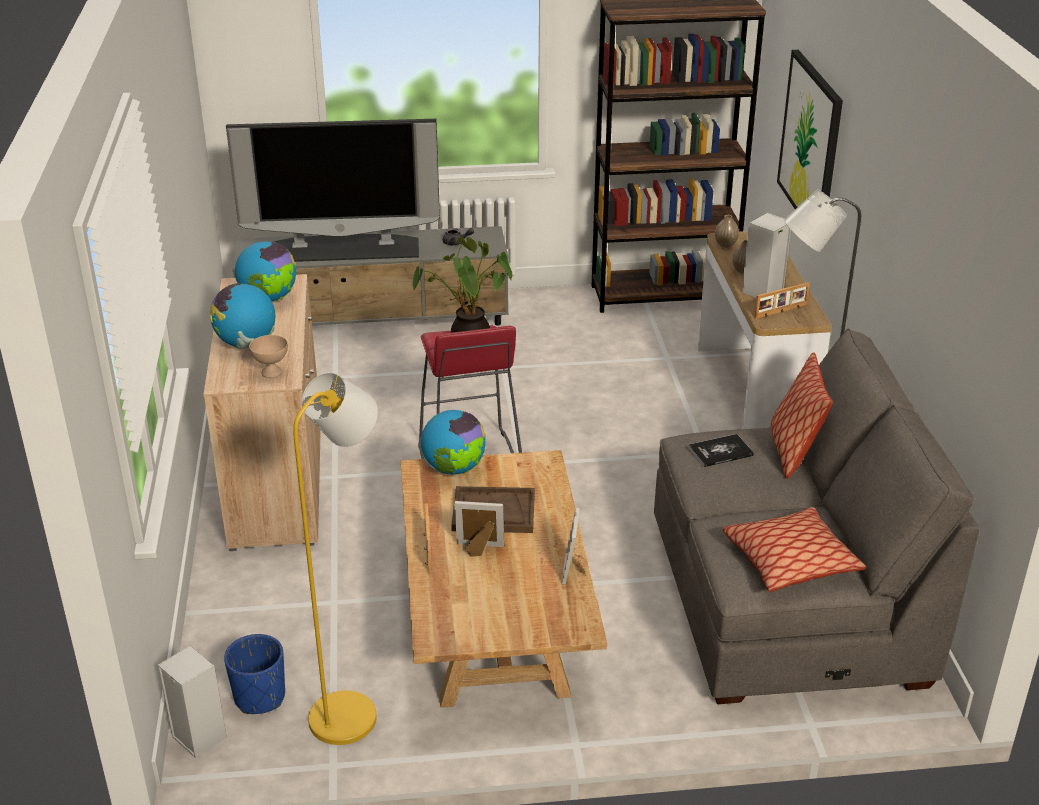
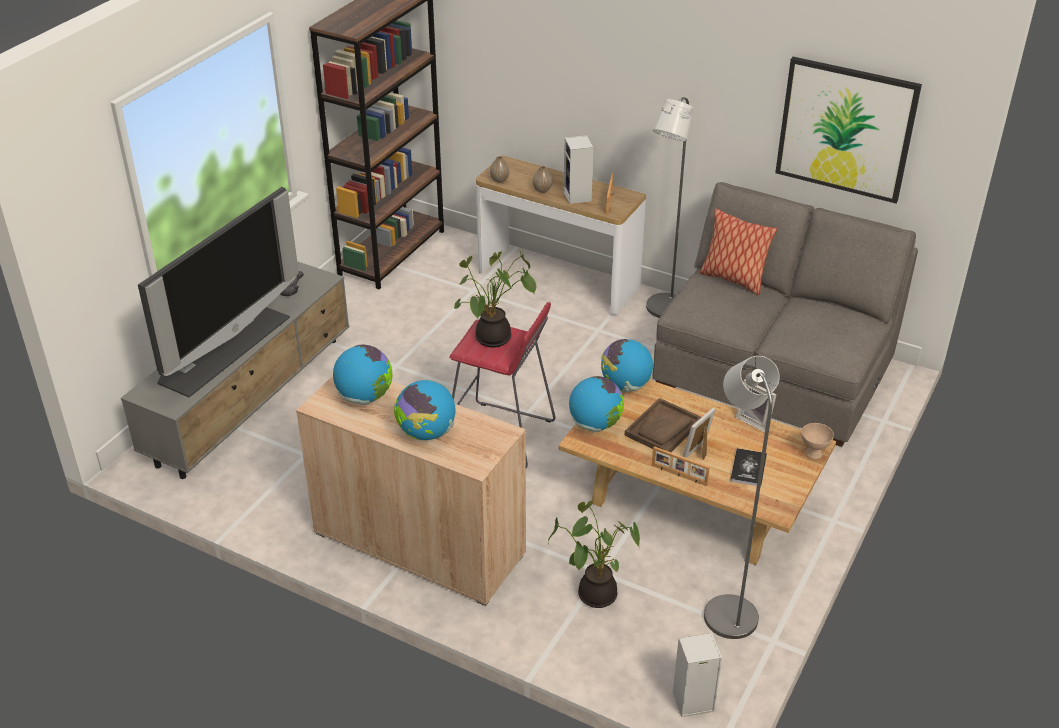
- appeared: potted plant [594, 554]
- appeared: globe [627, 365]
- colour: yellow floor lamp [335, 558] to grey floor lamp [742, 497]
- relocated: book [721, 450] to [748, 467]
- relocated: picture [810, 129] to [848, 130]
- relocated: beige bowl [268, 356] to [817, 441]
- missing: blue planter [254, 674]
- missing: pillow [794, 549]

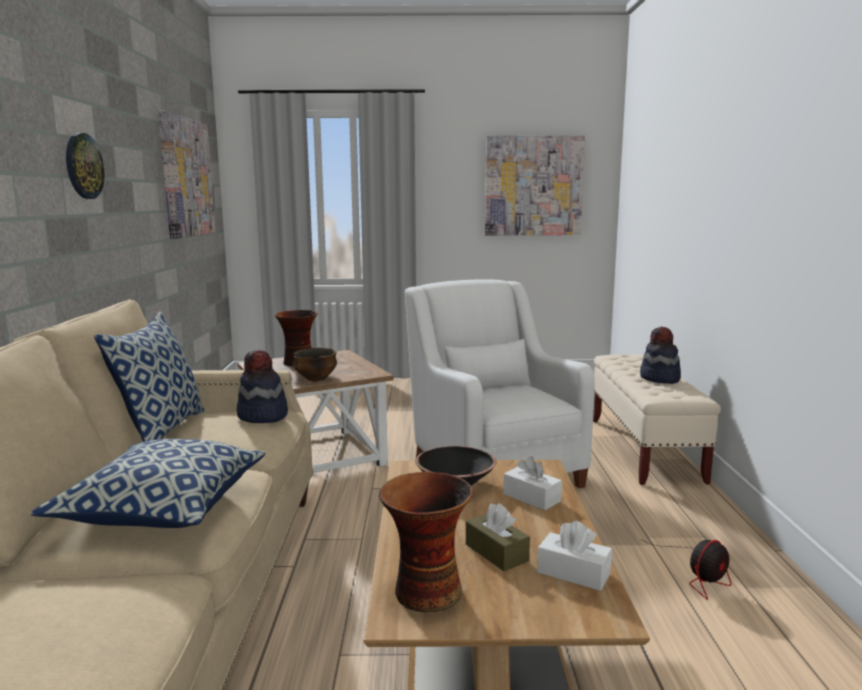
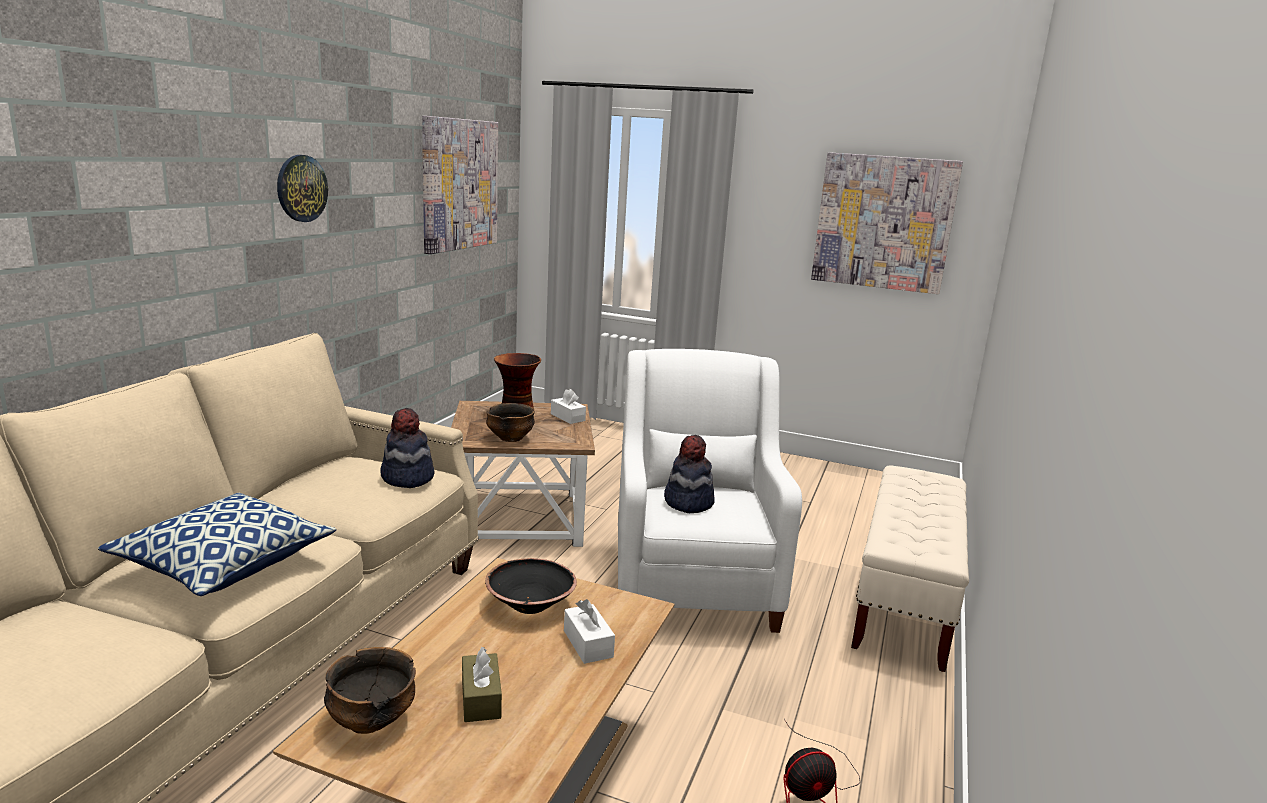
- exchanged: vase [426, 542] to bowl [370, 690]
- relocated: white tissue box [574, 556] to [568, 406]
- relocated: hat [660, 355] to [689, 474]
- missing: pillow [149, 377]

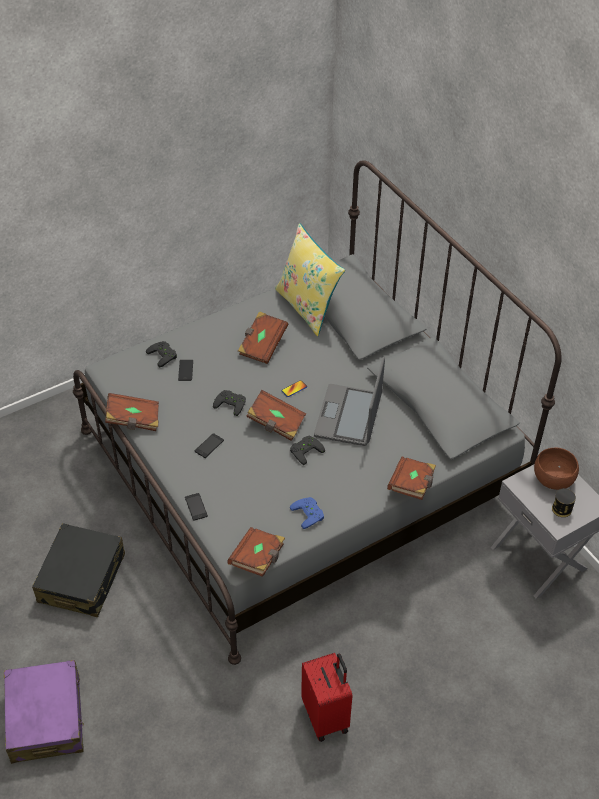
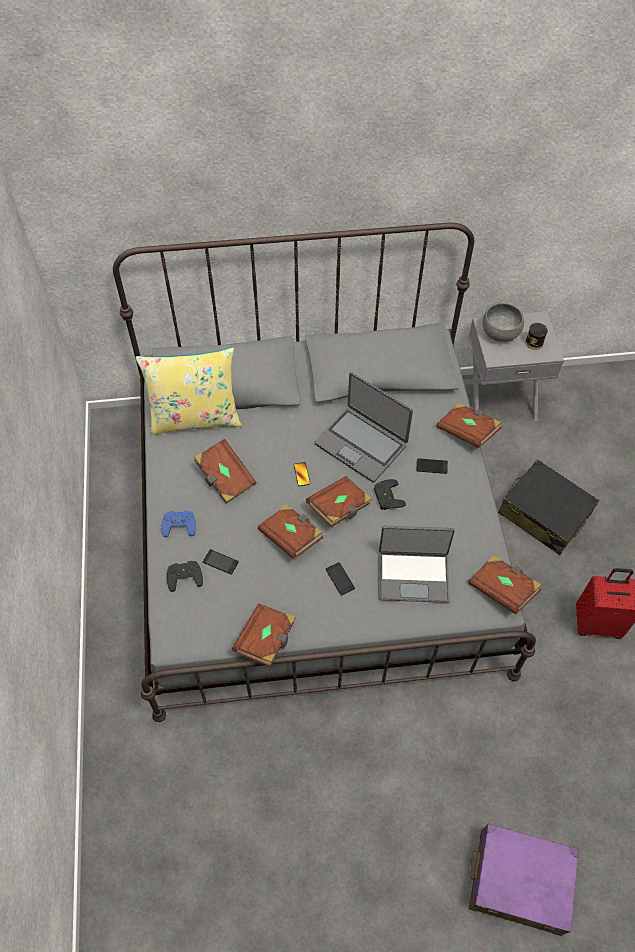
- relocated: blue game controller [307, 513] to [178, 524]
- exchanged: black game controller [229, 403] to brown book [290, 531]
- appeared: laptop [417, 564]
- relocated: phone [196, 507] to [432, 466]
- colour: brown bowl [556, 469] to grey bowl [503, 322]
- relocated: black suitcase [78, 570] to [549, 507]

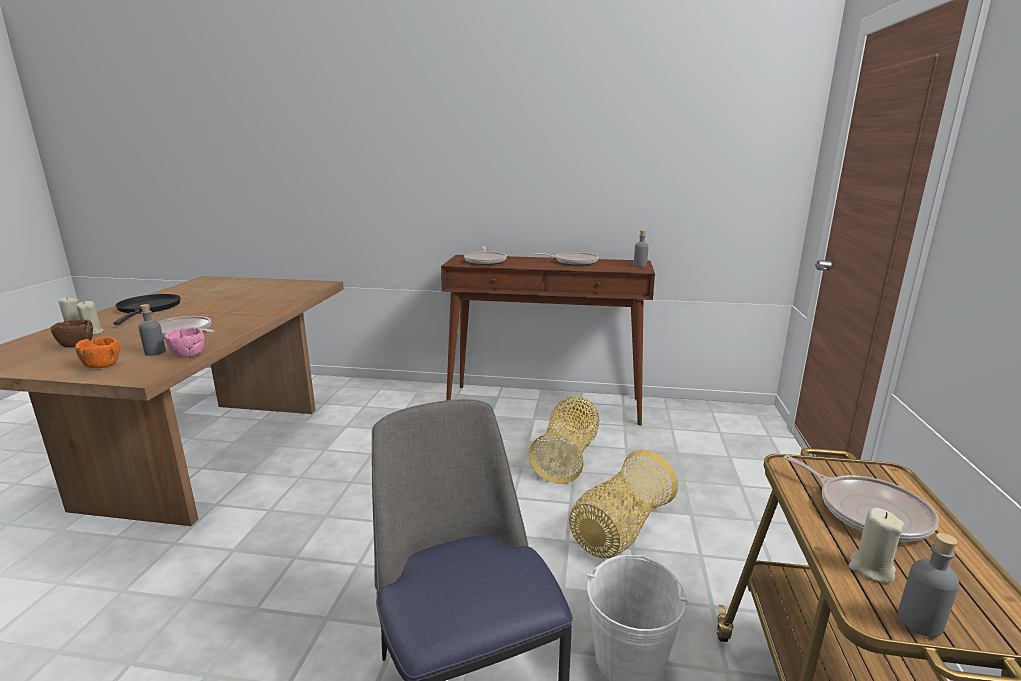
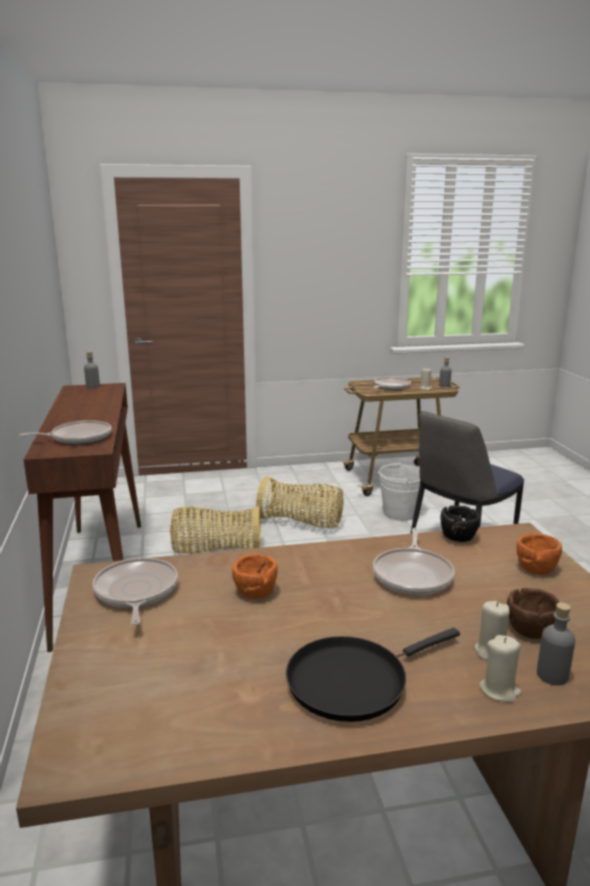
- relocated: frying pan [566, 259] to [135, 591]
- appeared: orange bowl [255, 576]
- colour: pink bowl [185, 342] to black bowl [460, 523]
- relocated: grey bottle [152, 330] to [556, 643]

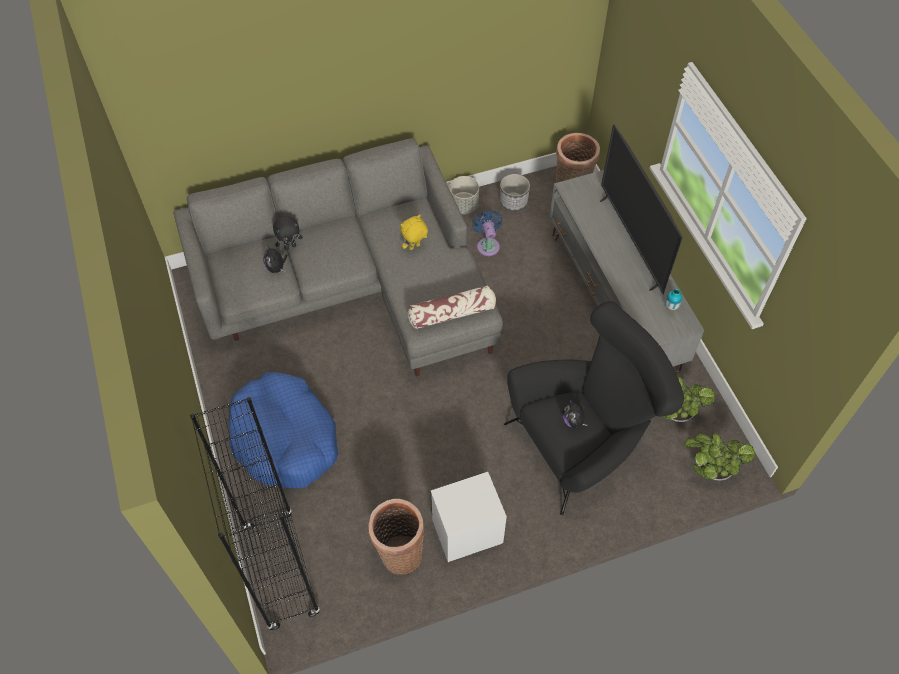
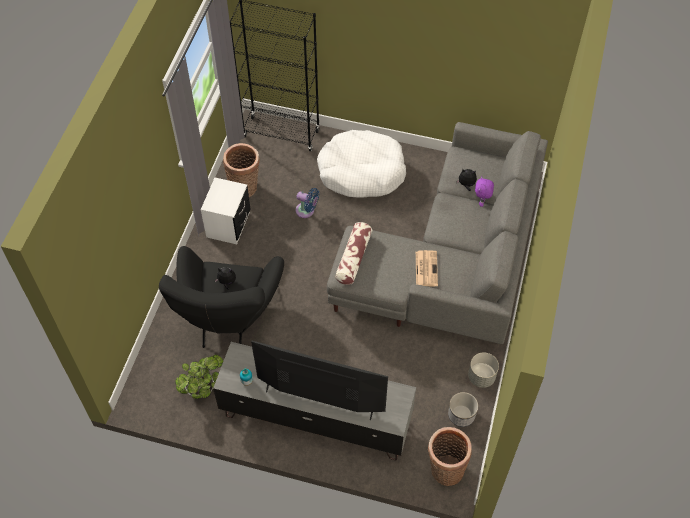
- relocated: blue fan [487, 233] to [307, 203]
- colour: blue dog bed [283, 430] to white dog bed [361, 164]
- exchanged: yellow plush toy [414, 232] to newspaper [427, 268]
- colour: black plush toy [288, 233] to purple plush toy [484, 191]
- missing: potted plant [719, 456]

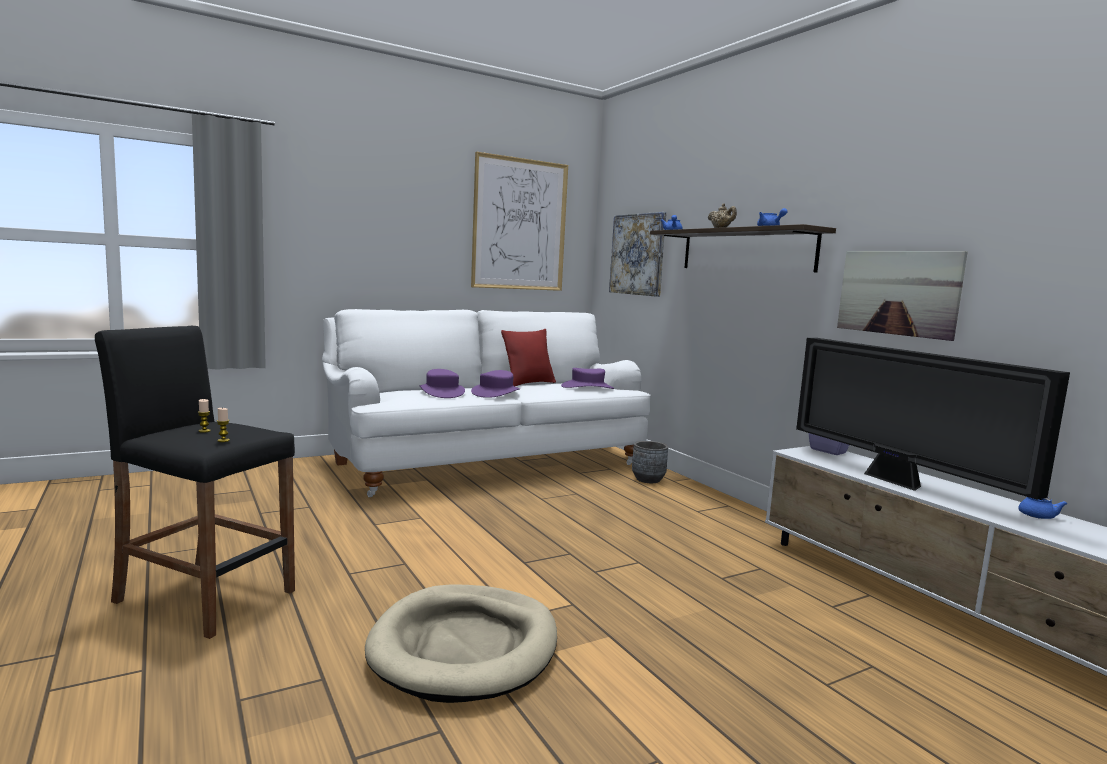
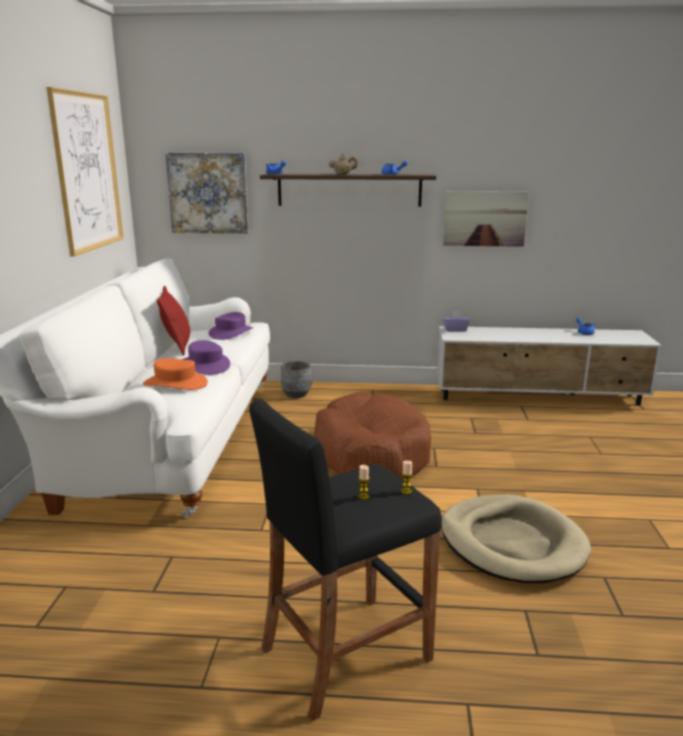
- colour: purple hat [442, 383] to orange hat [175, 374]
- appeared: brown dog bed [372, 436]
- missing: television [933, 419]

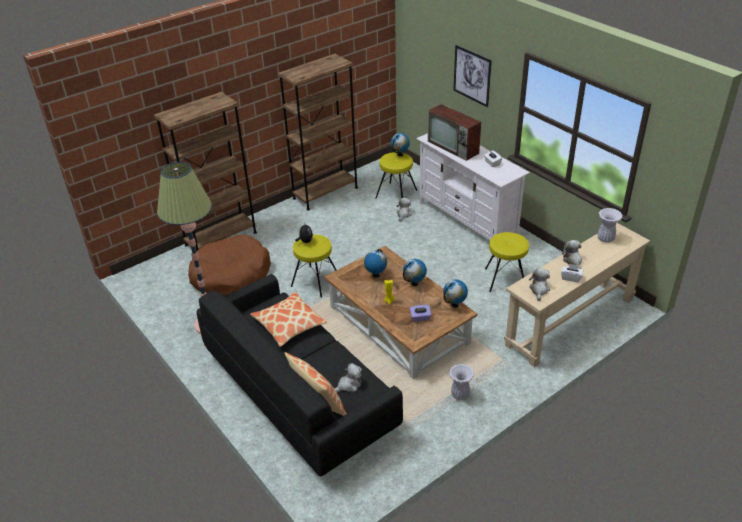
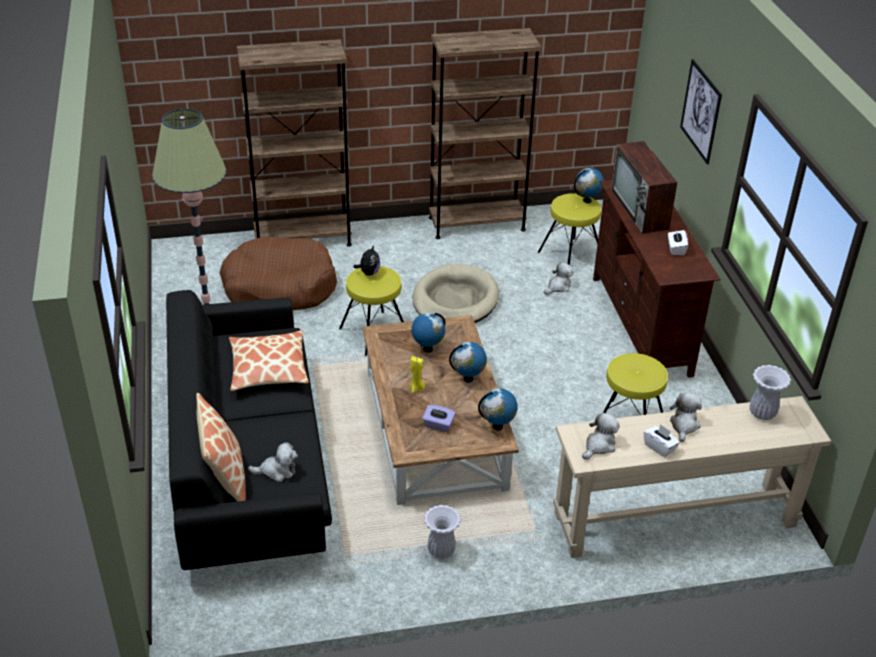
- appeared: beige dog bed [456, 293]
- colour: white tv stand [473, 186] to brown tv stand [657, 279]

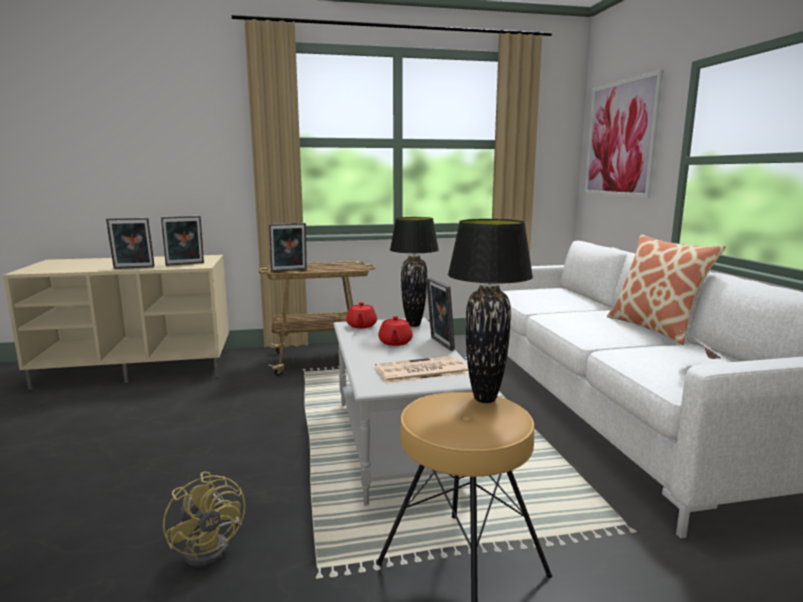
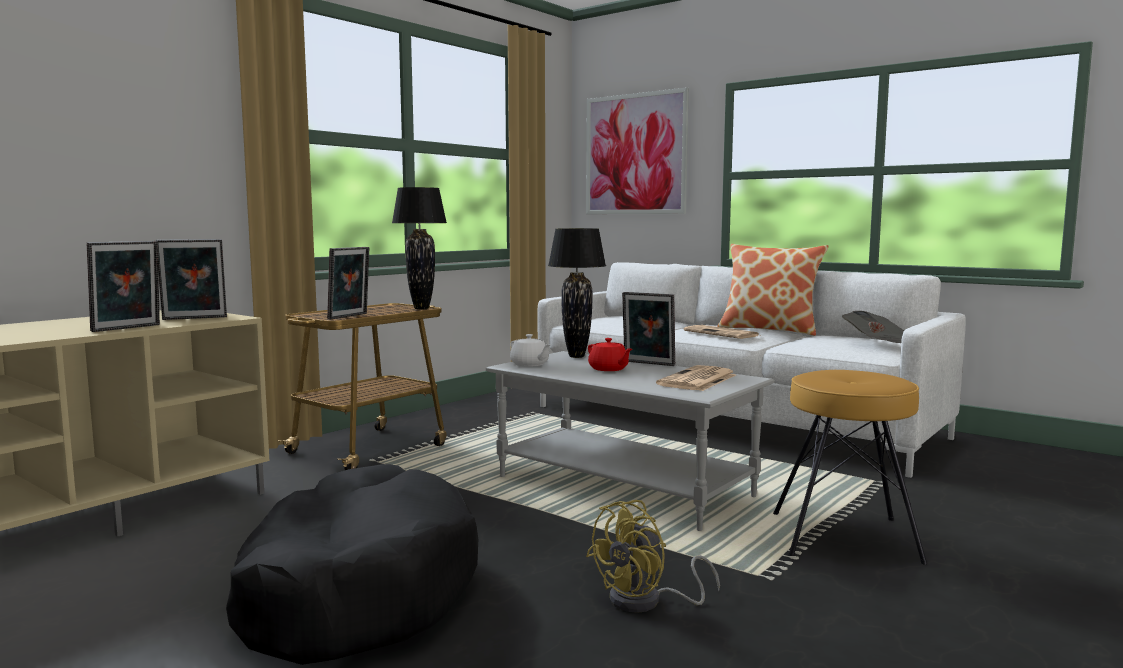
- spun: picture frame [182, 241] = [191, 279] 45 degrees clockwise
- appeared: black dog bed [352, 564]
- relocated: black table lamp [490, 311] to [419, 248]
- colour: red teapot [361, 315] to white teapot [530, 350]
- spun: yellow fan [204, 519] = [653, 556] 120 degrees clockwise
- appeared: newspaper [722, 332]

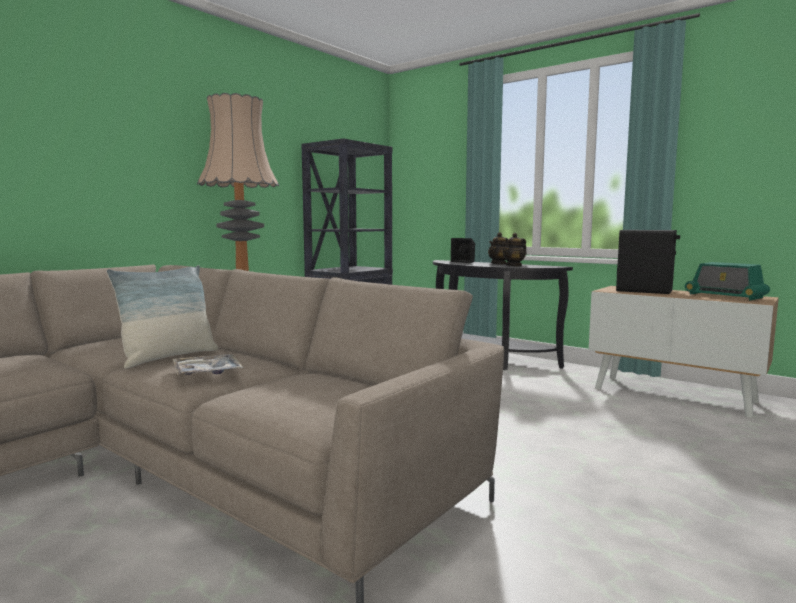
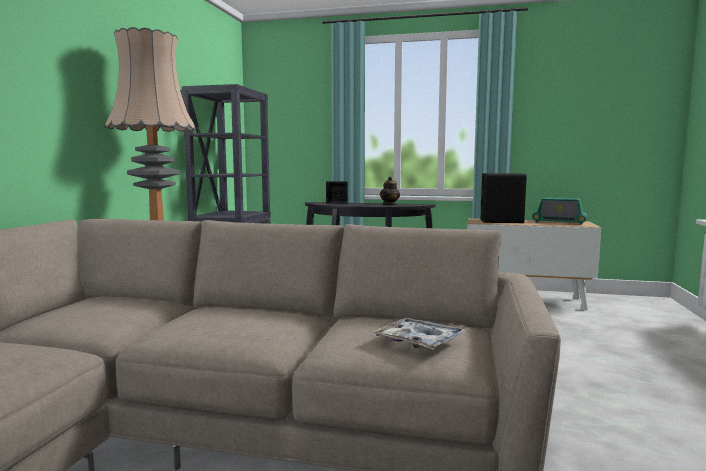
- relocated: tray [208, 364] to [419, 333]
- missing: pillow [162, 317]
- missing: teapot [498, 248]

